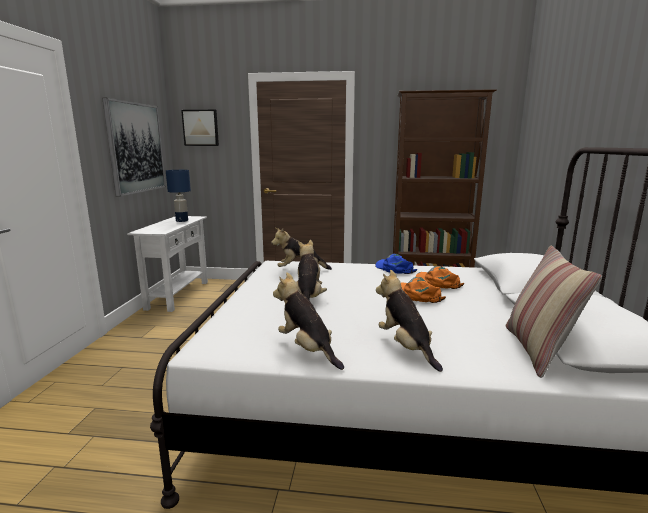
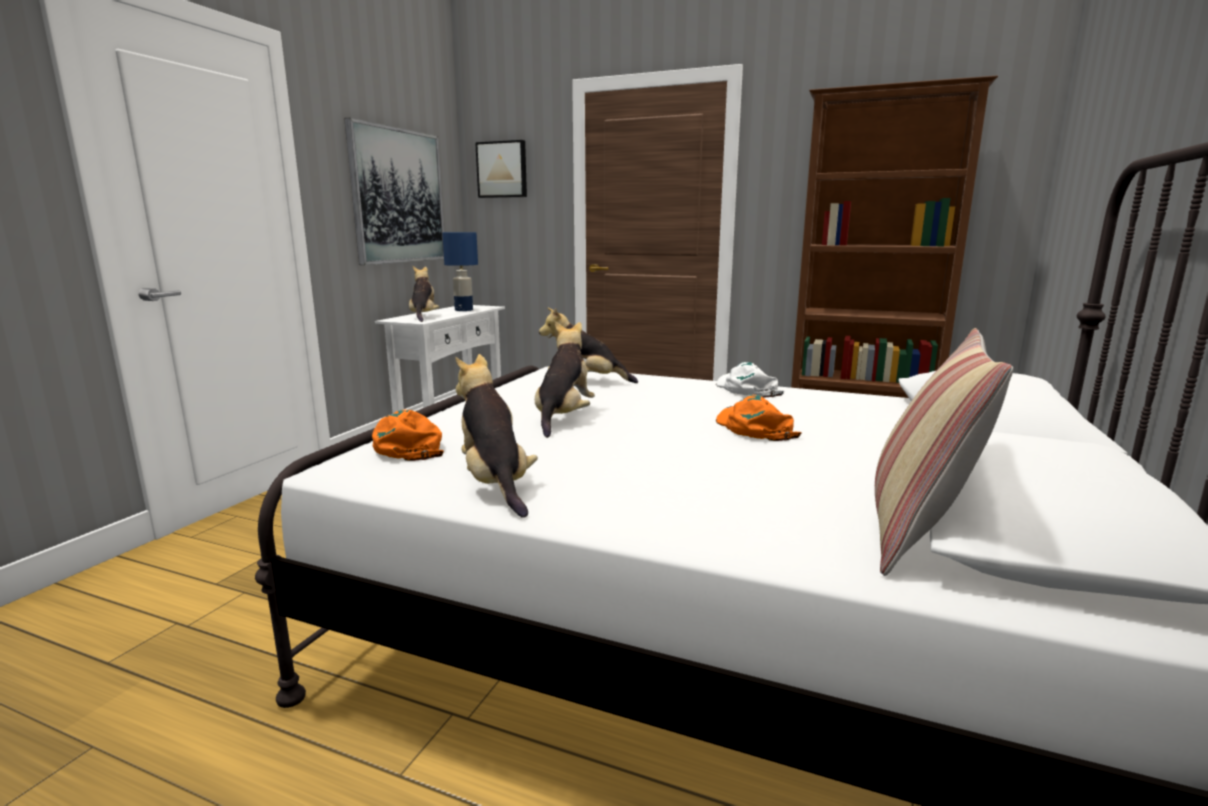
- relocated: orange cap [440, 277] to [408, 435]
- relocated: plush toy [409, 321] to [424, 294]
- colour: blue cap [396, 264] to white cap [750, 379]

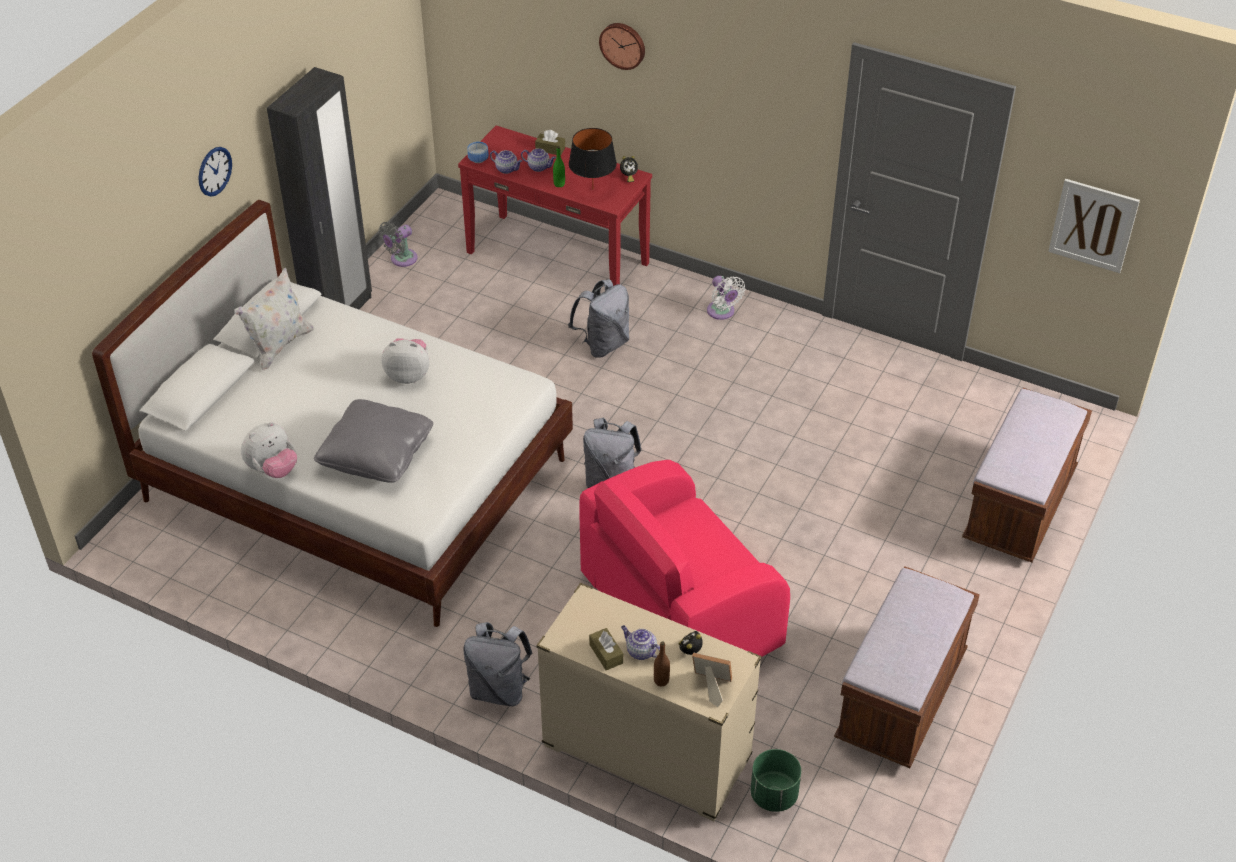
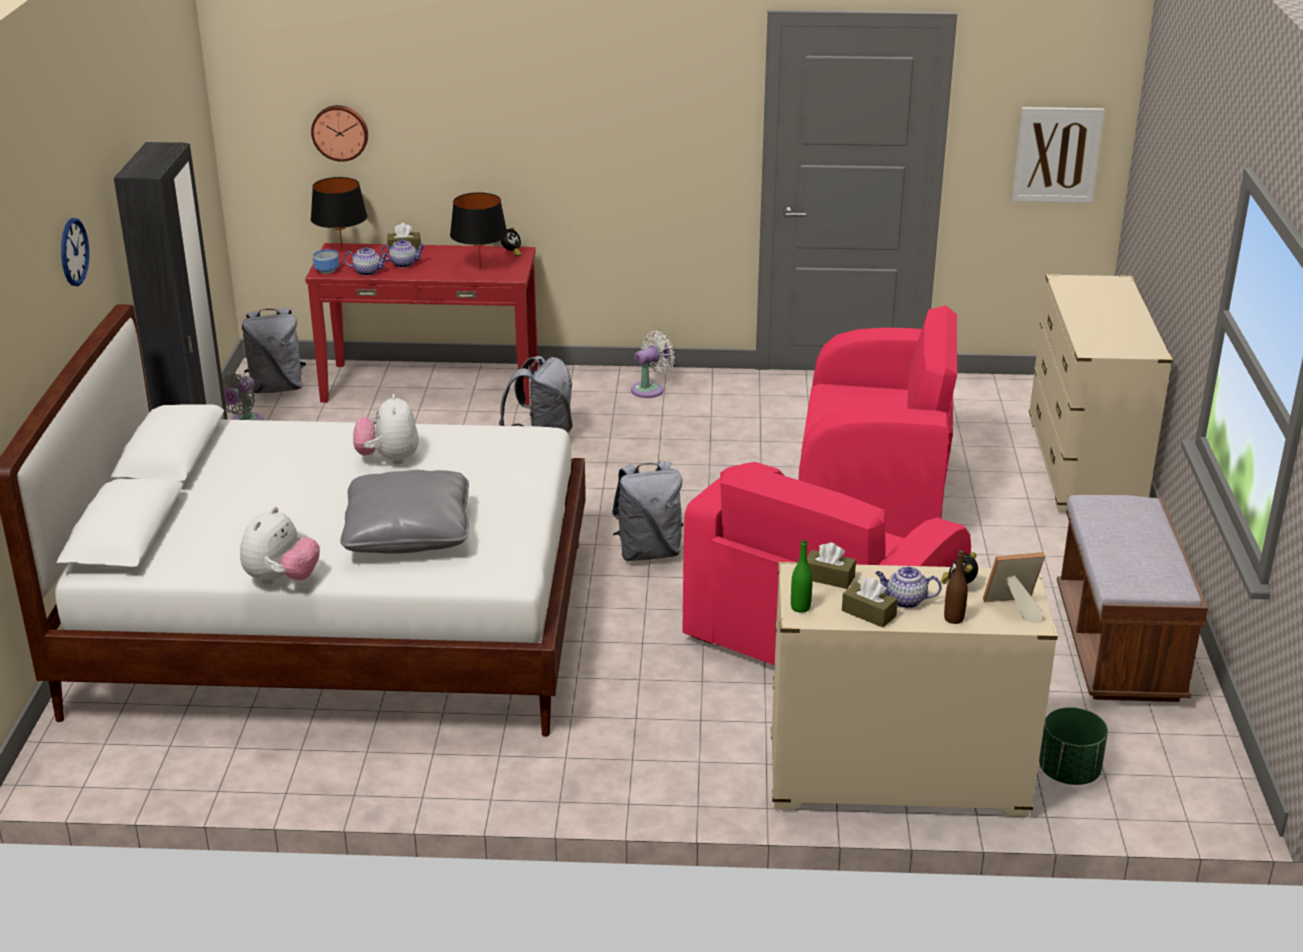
- relocated: grey backpack [497, 664] to [274, 350]
- relocated: wall clock [622, 46] to [339, 133]
- appeared: black table lamp [339, 214]
- spun: plush toy [405, 361] = [386, 429] 75 degrees counterclockwise
- spun: white fan [726, 298] = [653, 364] 75 degrees counterclockwise
- relocated: green bottle [559, 167] to [802, 576]
- appeared: pink armchair [877, 421]
- appeared: brown tissue box [831, 566]
- exchanged: brown bench [1027, 475] to beige dresser [1101, 393]
- missing: white pillow [274, 319]

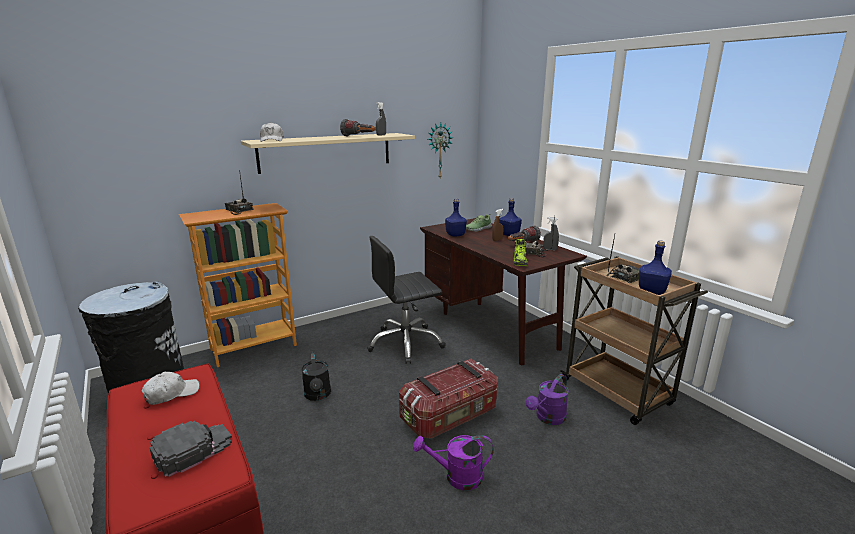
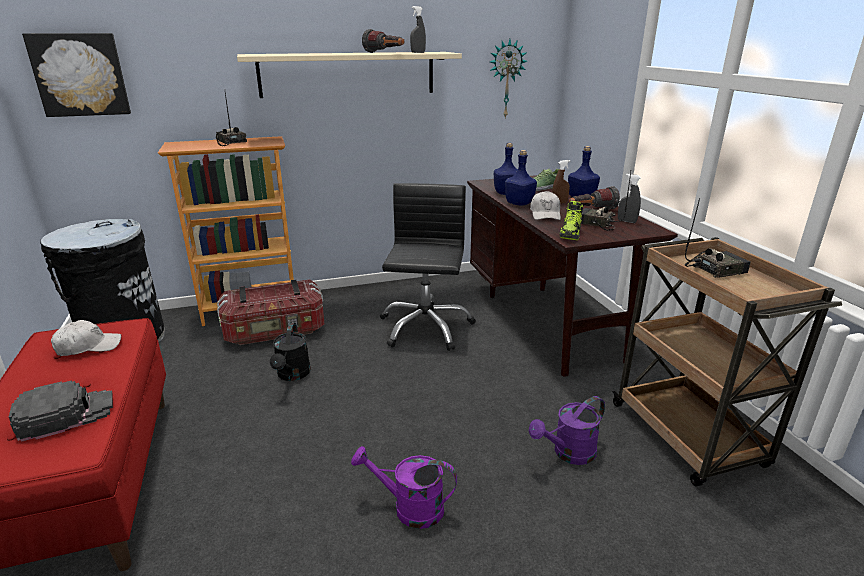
- appeared: picture [76, 75]
- relocated: storage box [448, 399] to [270, 312]
- spun: black office chair [406, 300] = [428, 267] 105 degrees clockwise
- relocated: blue bottle [655, 268] to [521, 177]
- relocated: white cap [272, 132] to [545, 205]

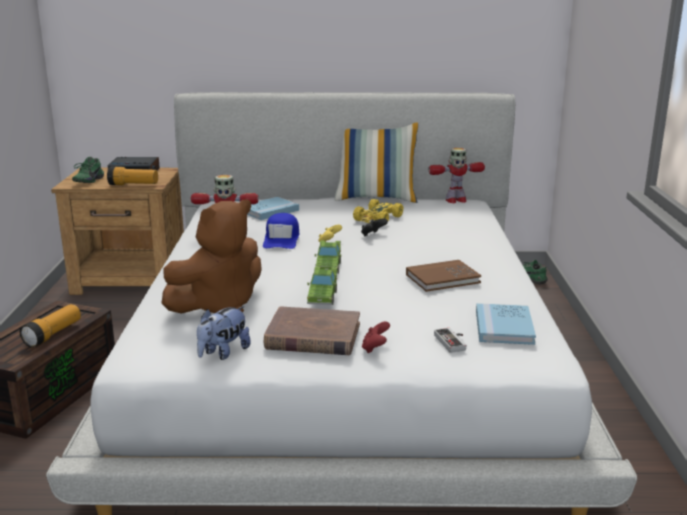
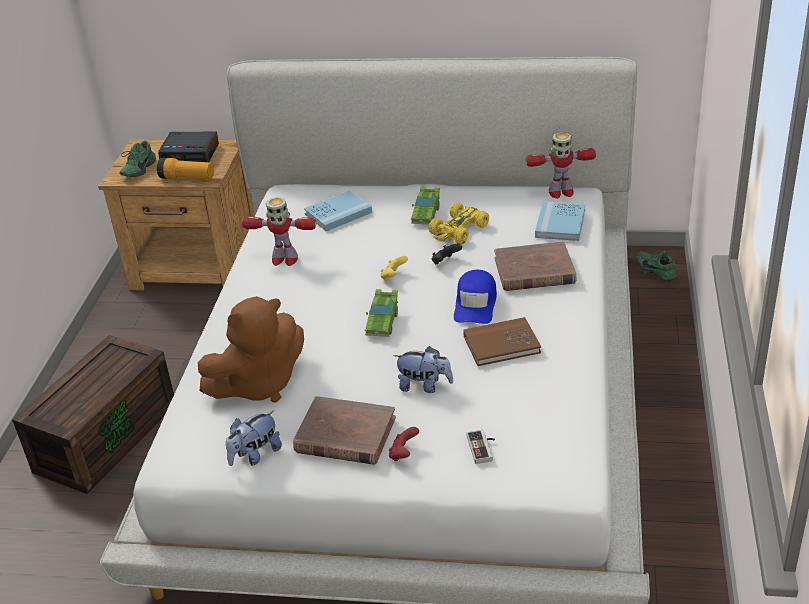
- appeared: plush toy [423, 369]
- relocated: green toy car [322, 286] to [425, 205]
- relocated: blue cap [281, 231] to [475, 297]
- appeared: brown book [535, 266]
- relocated: blue book [506, 324] to [560, 221]
- missing: flashlight [50, 326]
- missing: pillow [376, 162]

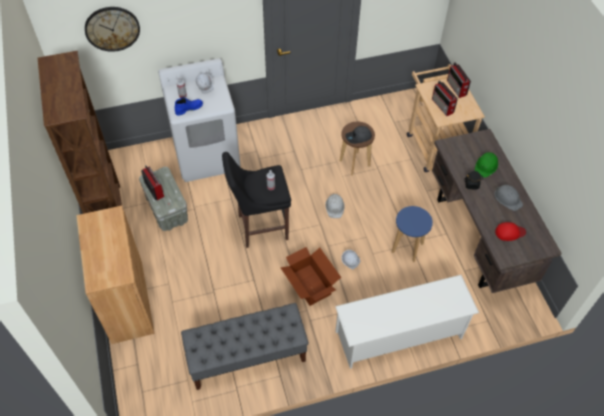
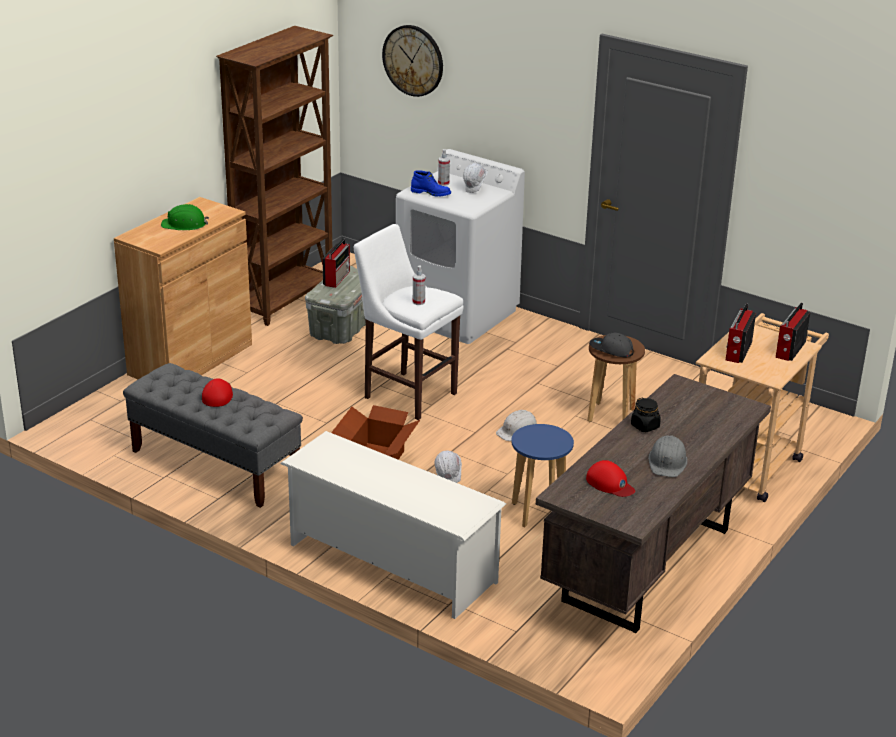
- relocated: green hard hat [486, 165] to [185, 217]
- appeared: red cap [217, 392]
- colour: black stool [256, 200] to white stool [408, 322]

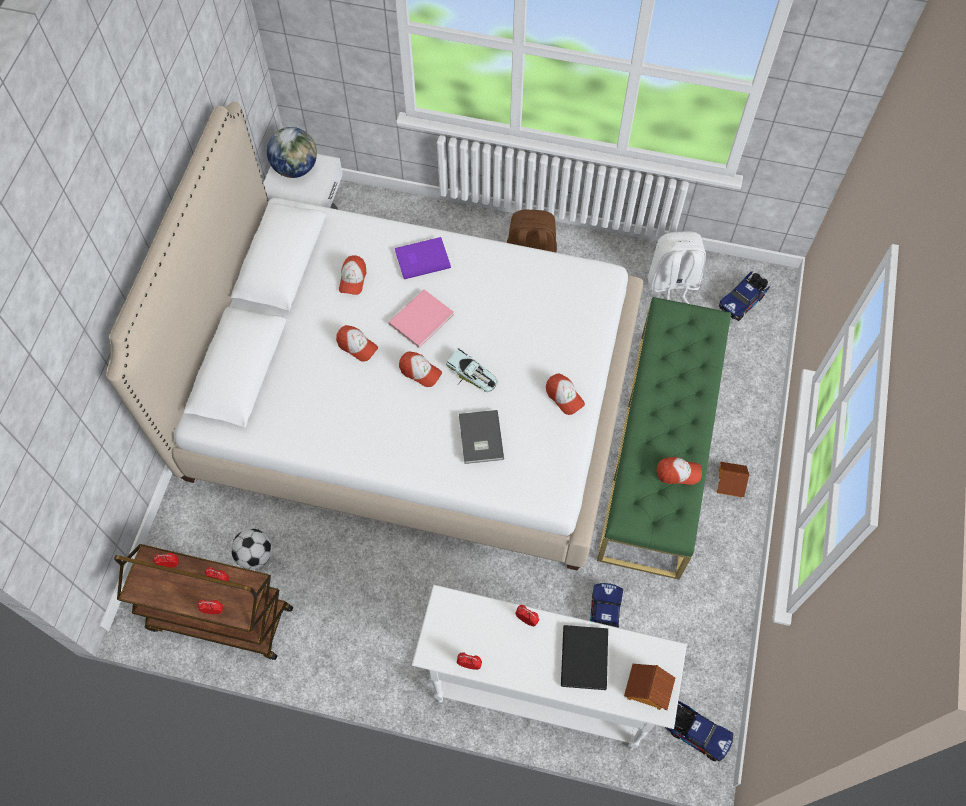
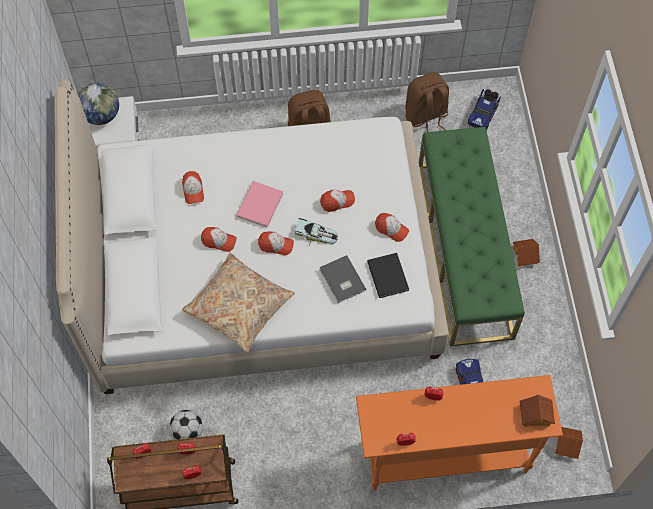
- appeared: beige pillow [238, 303]
- relocated: cap [679, 471] to [337, 201]
- colour: white console table [549, 667] to orange console table [459, 432]
- relocated: black book [584, 657] to [388, 275]
- colour: white backpack [677, 267] to brown backpack [427, 102]
- exchanged: toy truck [699, 731] to toy house [569, 443]
- missing: purple book [423, 258]

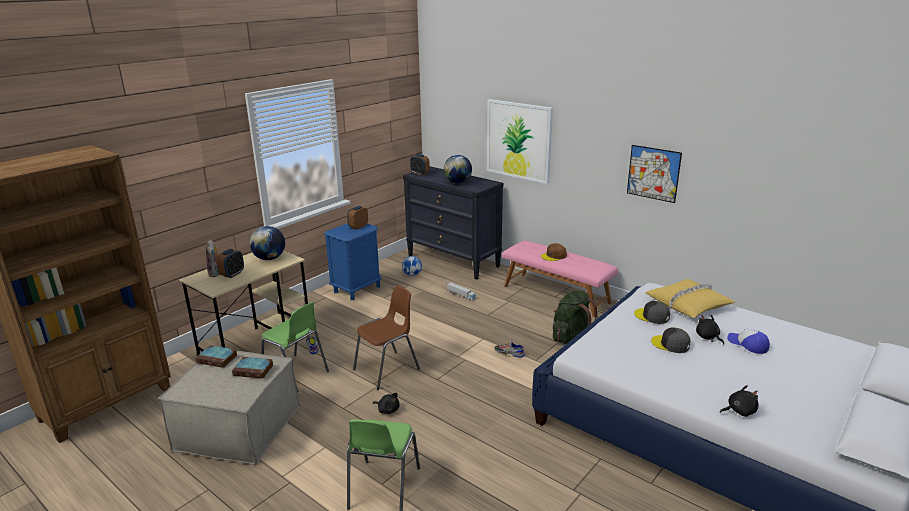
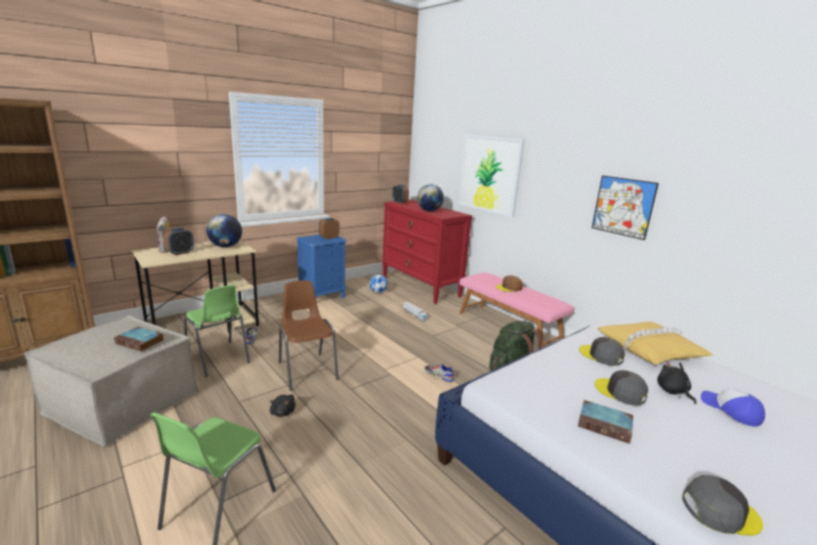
- spun: brown chair [386, 337] = [309, 335] 90 degrees counterclockwise
- colour: black dresser [453, 223] to red dresser [427, 252]
- relocated: book [216, 356] to [605, 422]
- exchanged: black plush toy [739, 401] to grey cap [722, 505]

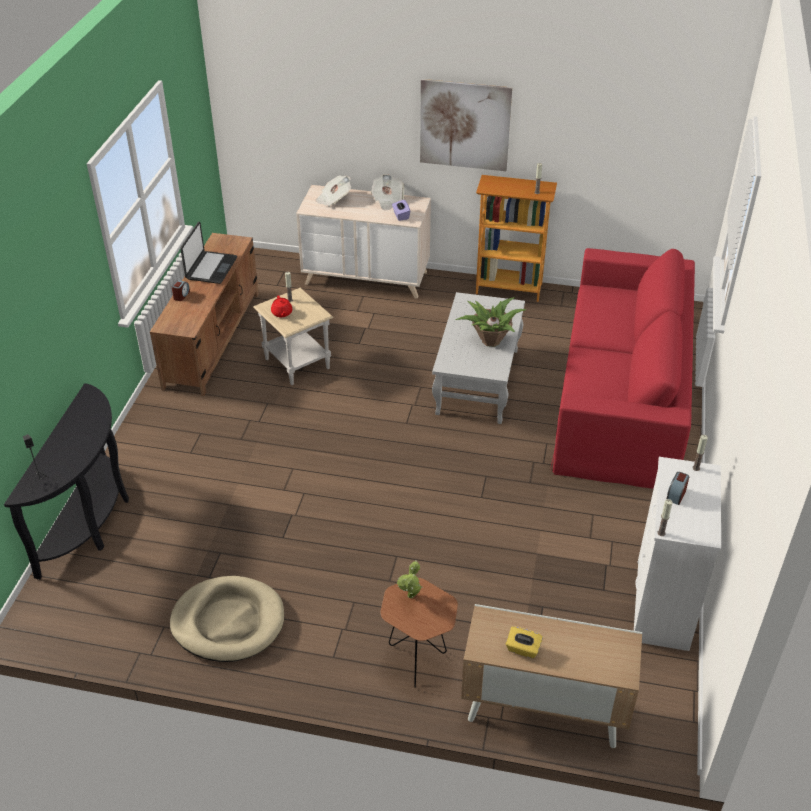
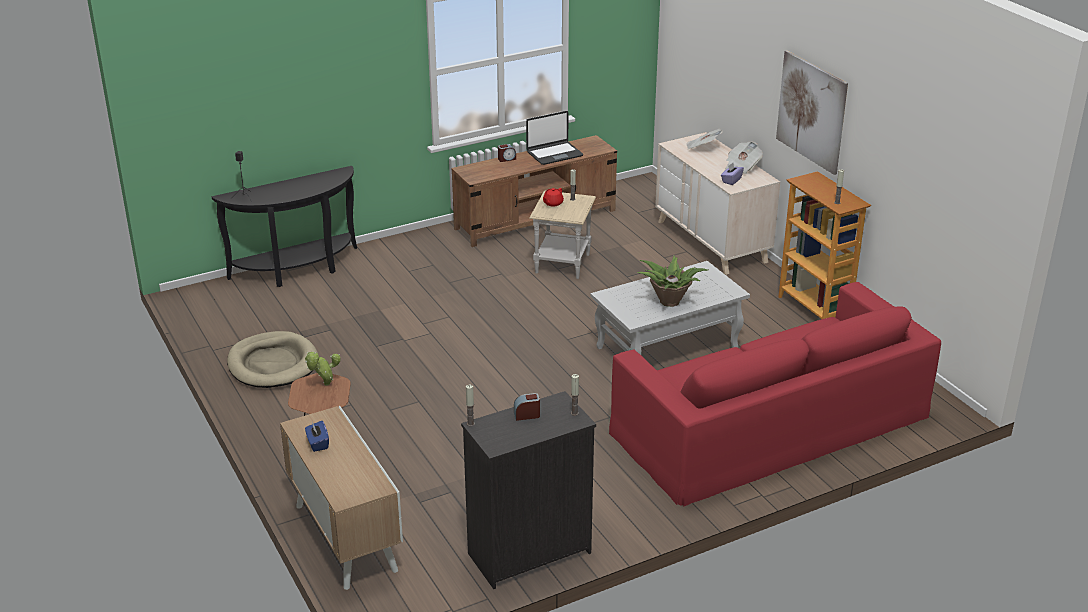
- colour: yellow tissue box [524, 643] to blue tissue box [317, 436]
- colour: white dresser [677, 554] to black dresser [528, 490]

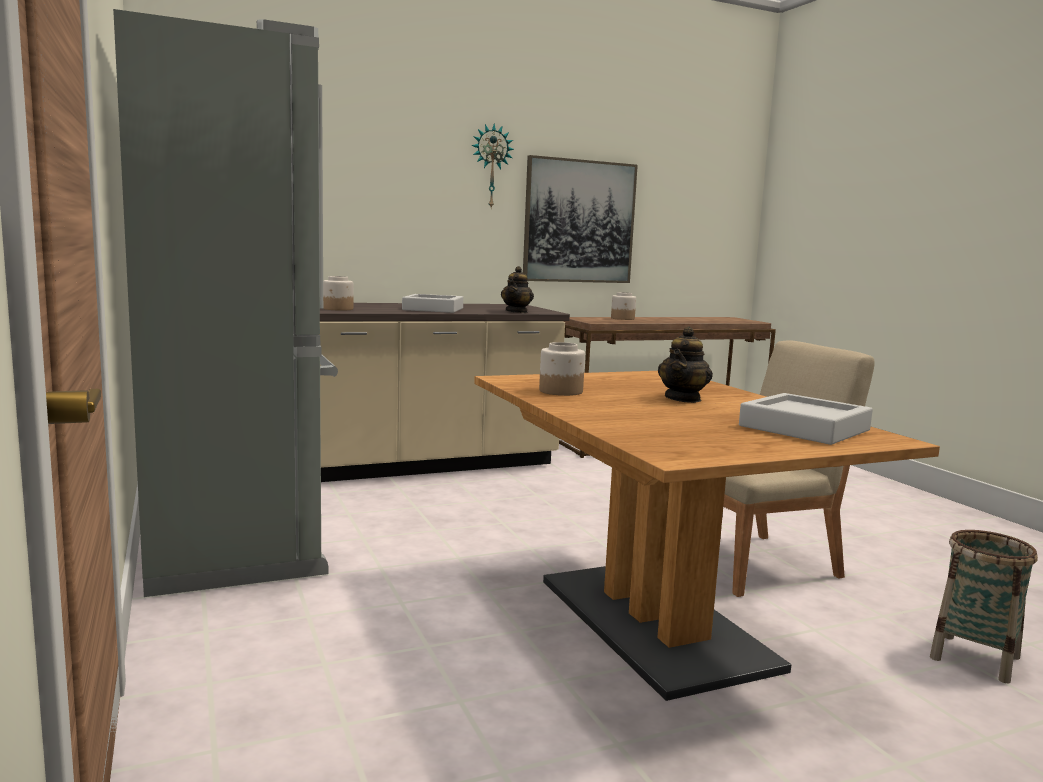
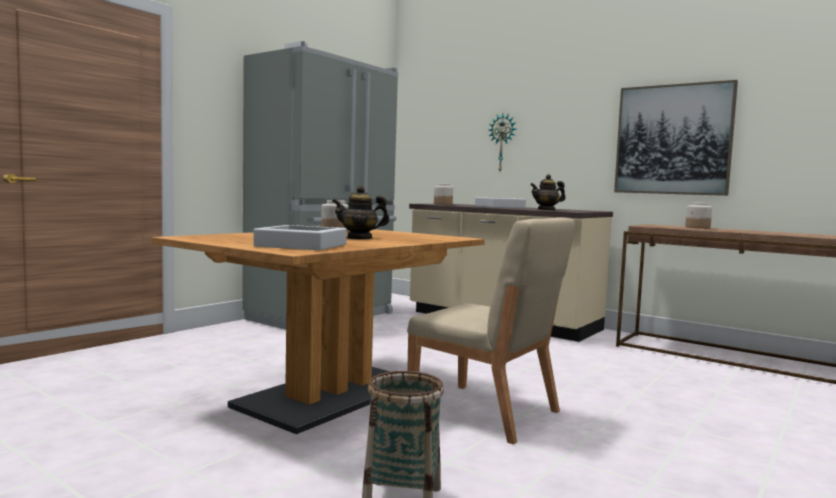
- relocated: wall clock [492, 166] to [502, 142]

